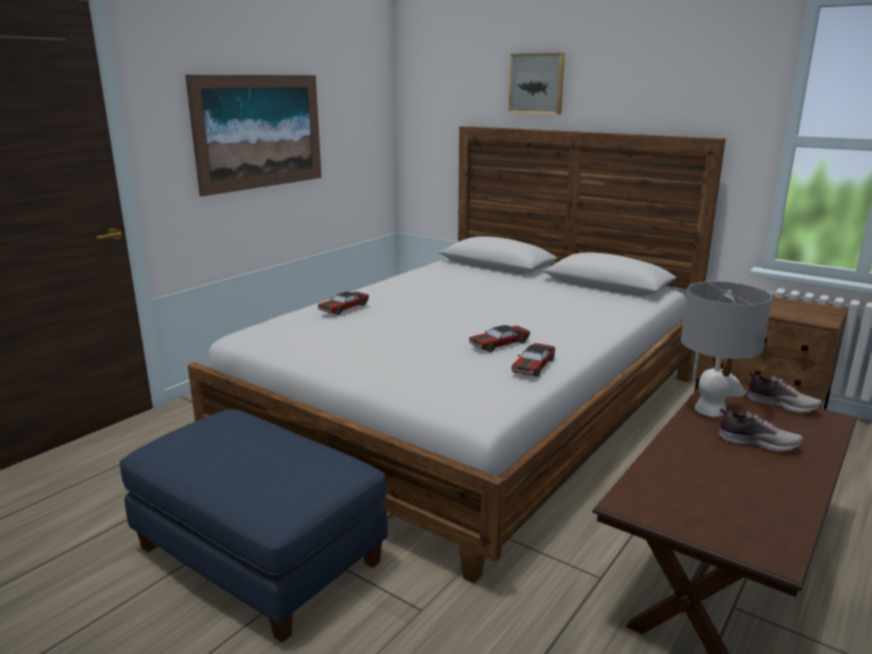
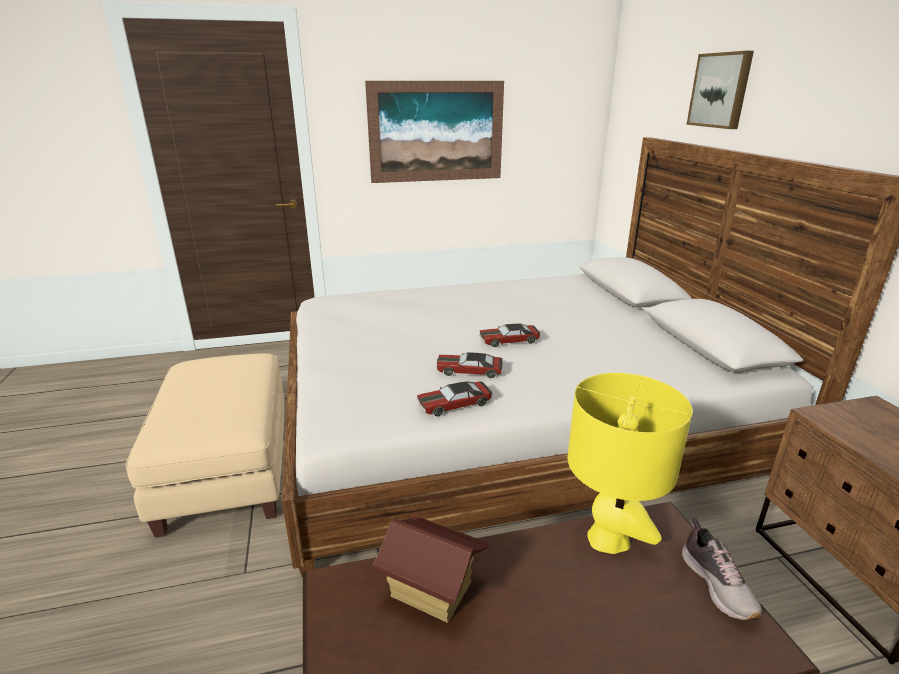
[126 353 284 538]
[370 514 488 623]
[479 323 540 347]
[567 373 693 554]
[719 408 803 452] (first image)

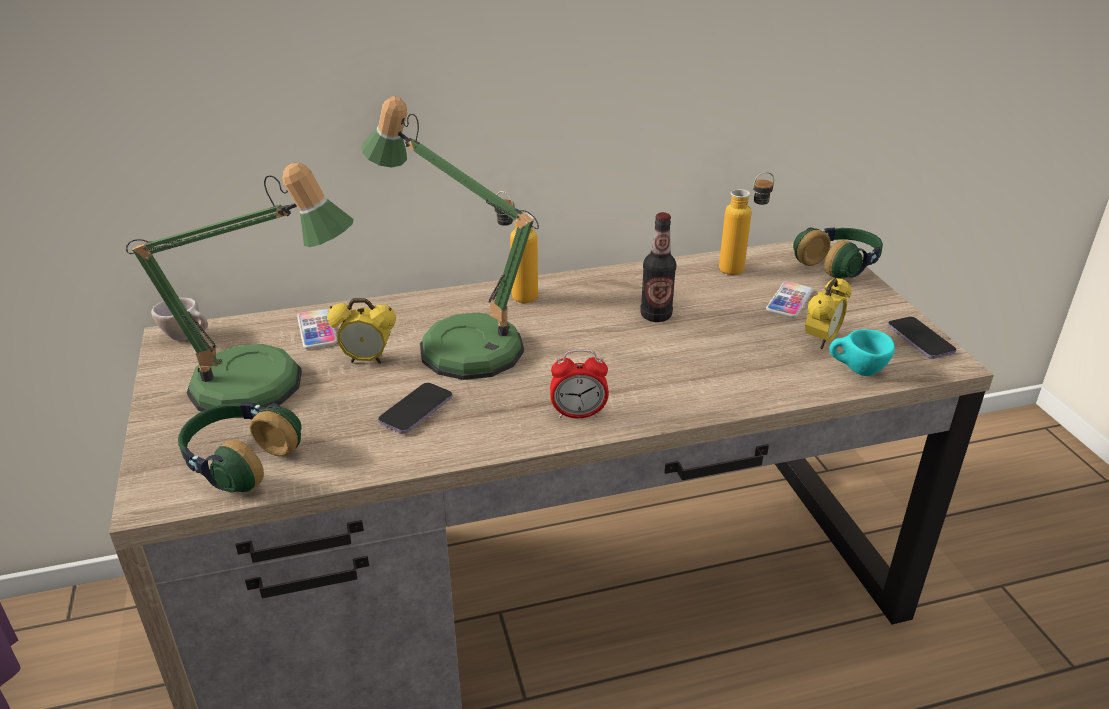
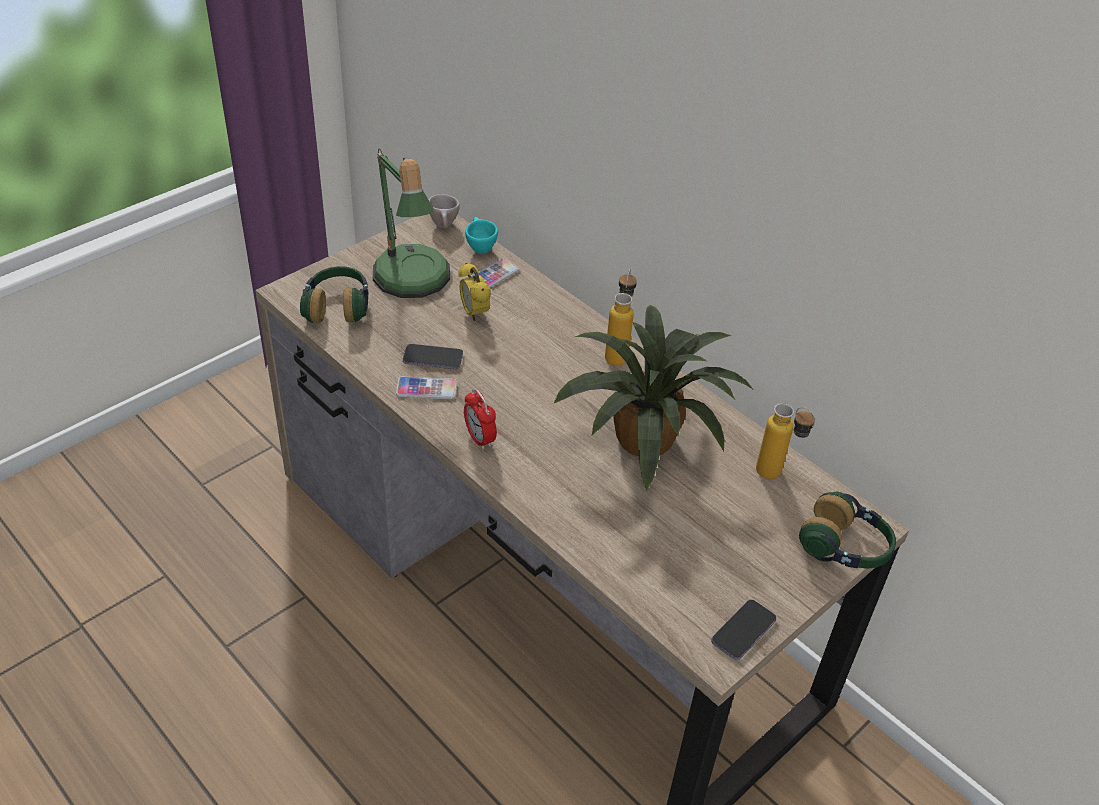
[396 376 457 399]
[465 217 498 254]
[553 305 754 491]
[362 96 539 380] (first image)
[805 278 852 349] (first image)

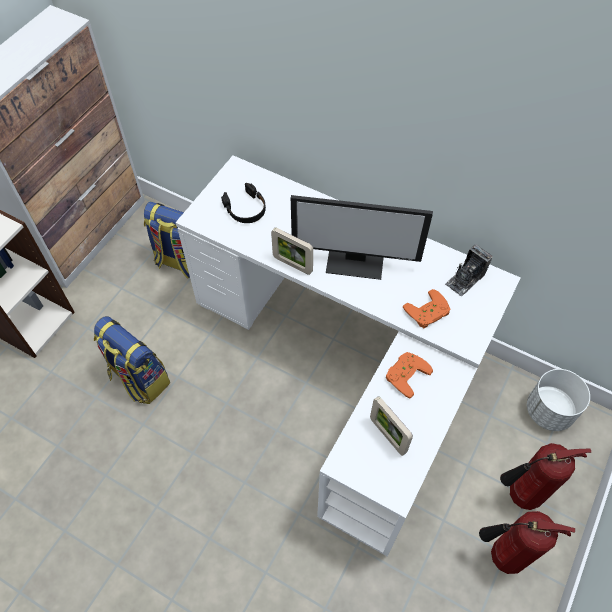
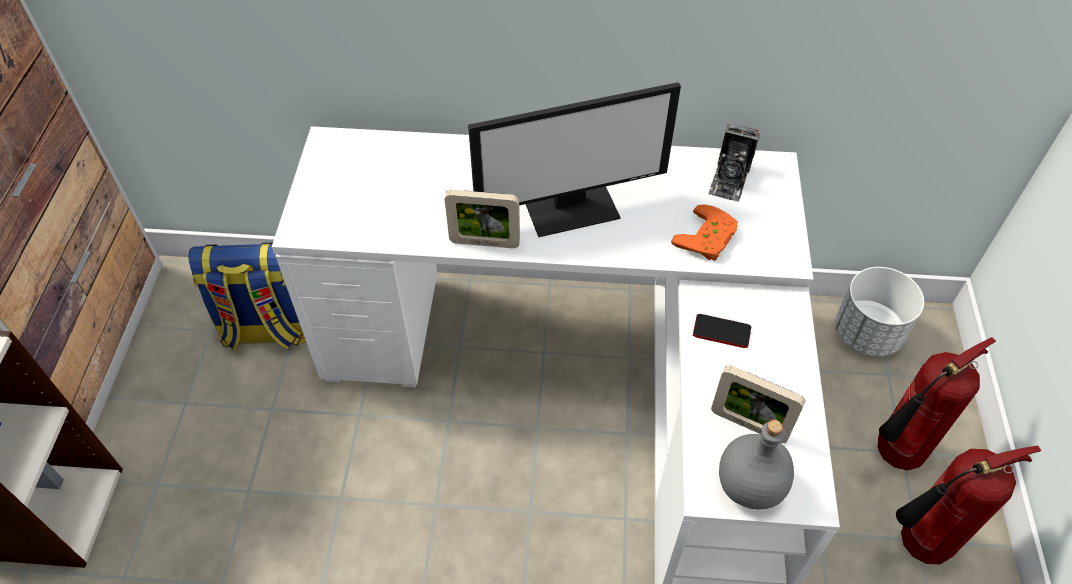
[693 314 751 348]
[719 420 794 509]
[94 316 170 404] (first image)
[221 183 266 223] (first image)

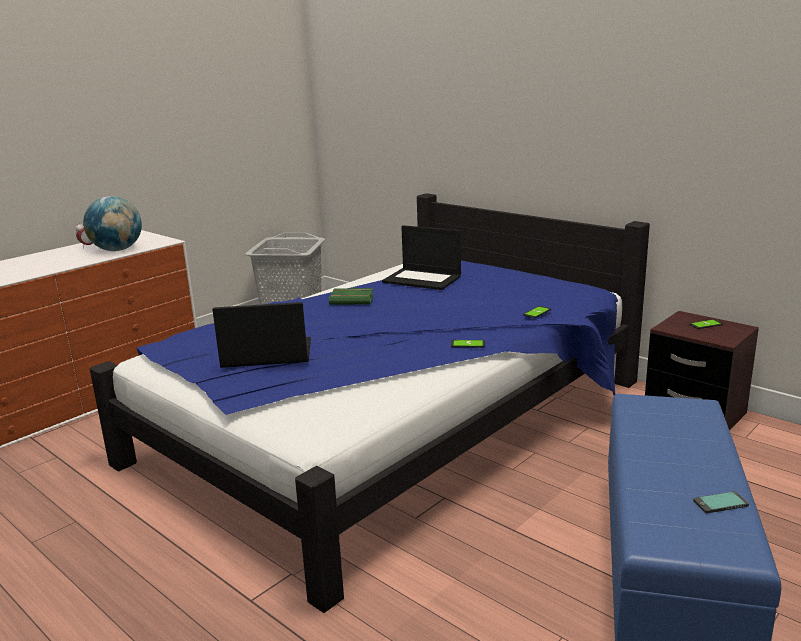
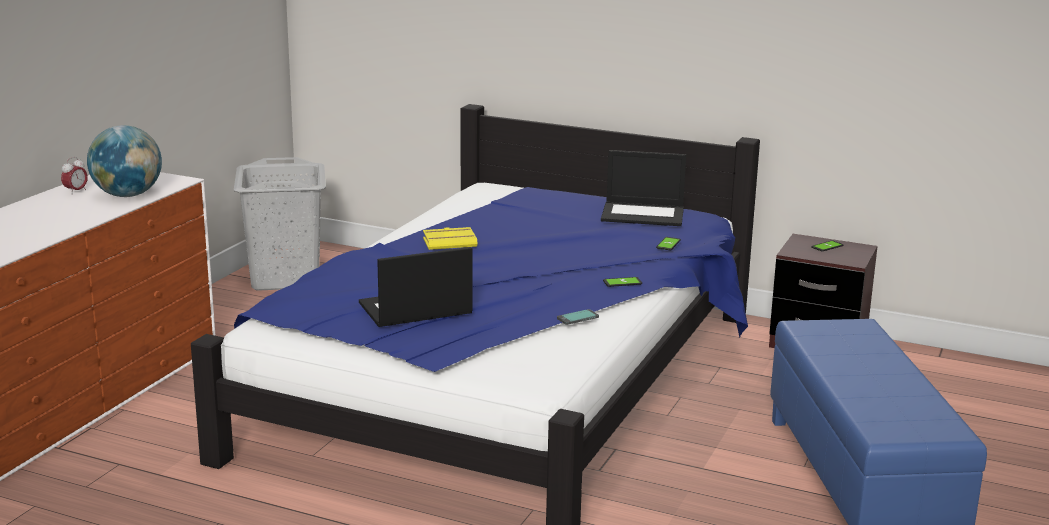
[423 227 477 250]
[557 309 599 325]
[601 150 686 226]

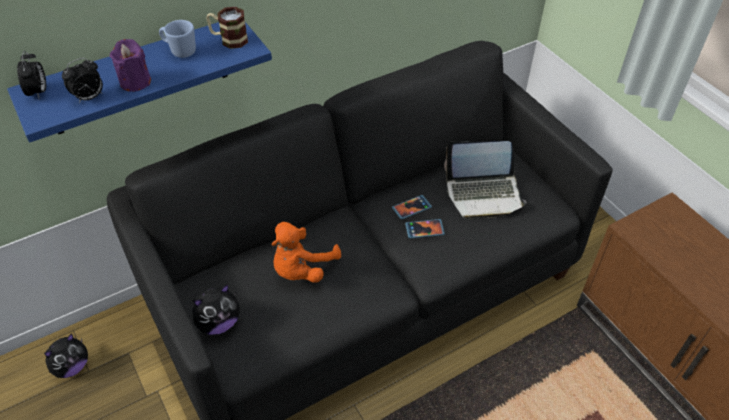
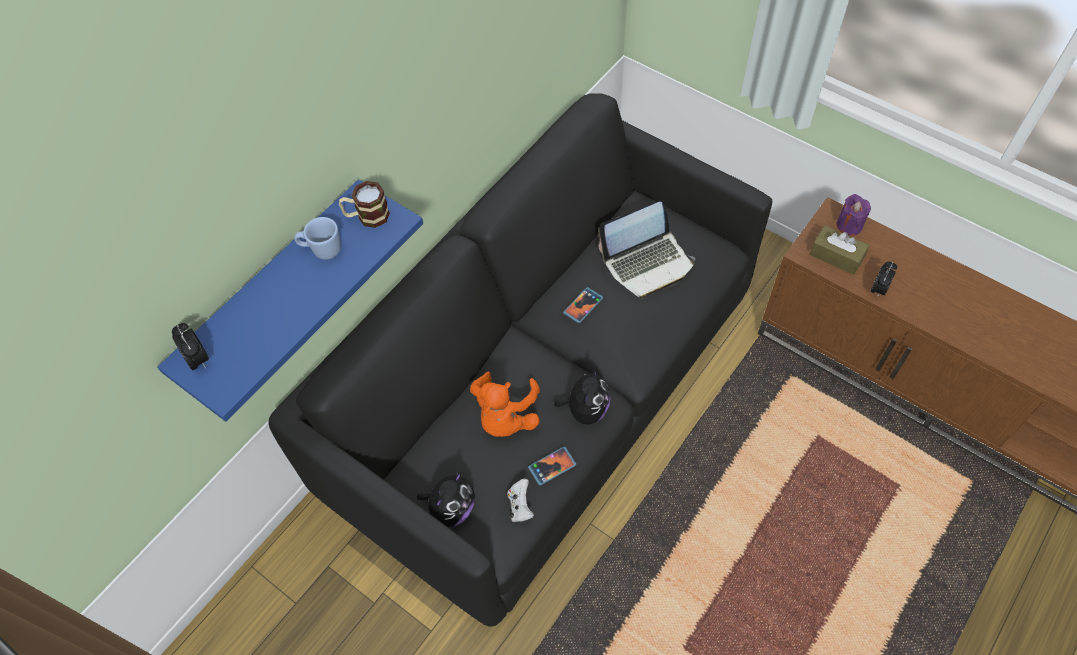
[507 479 534 522]
[528 446 577 486]
[554 367 611 424]
[810 225 869 275]
[837 194 871 236]
[870 262 897 297]

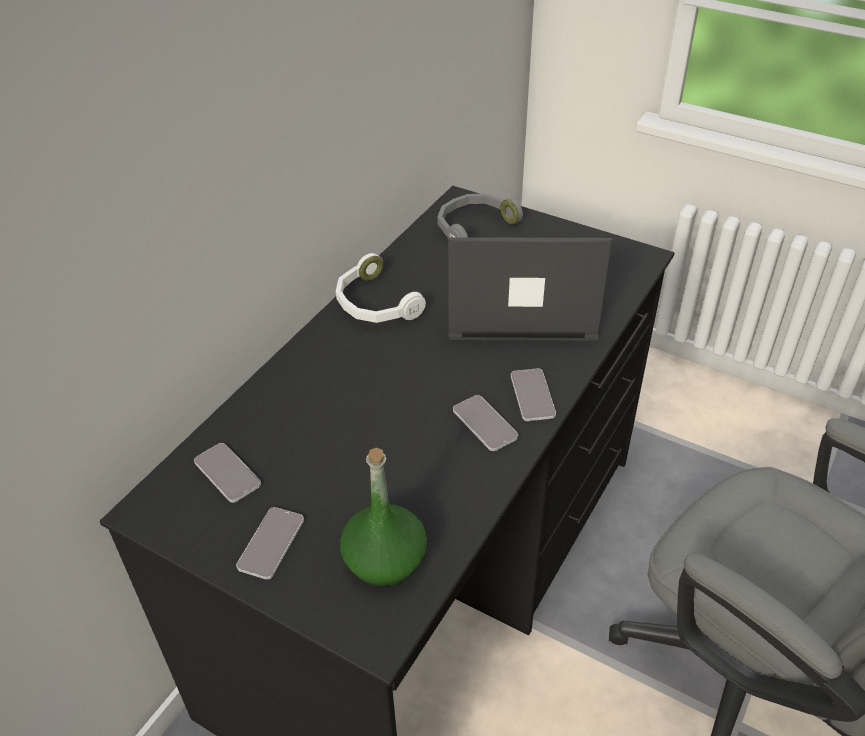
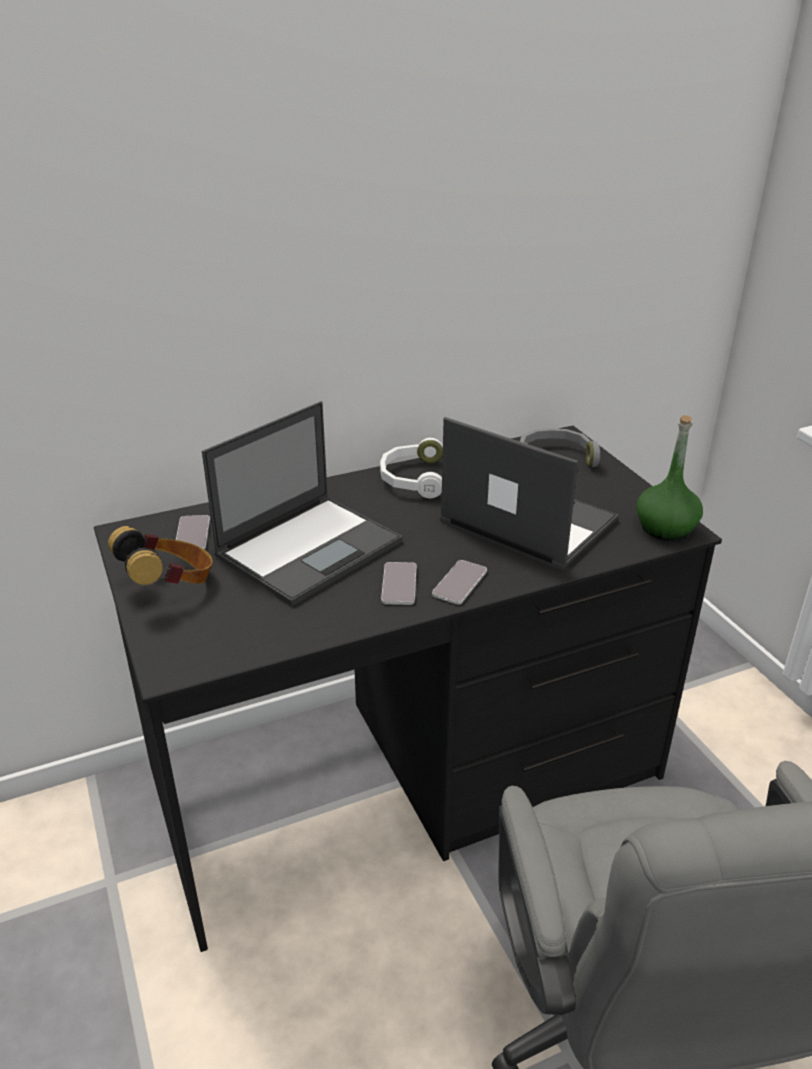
[108 526 213 586]
[202 401 402 606]
[636 415 703 541]

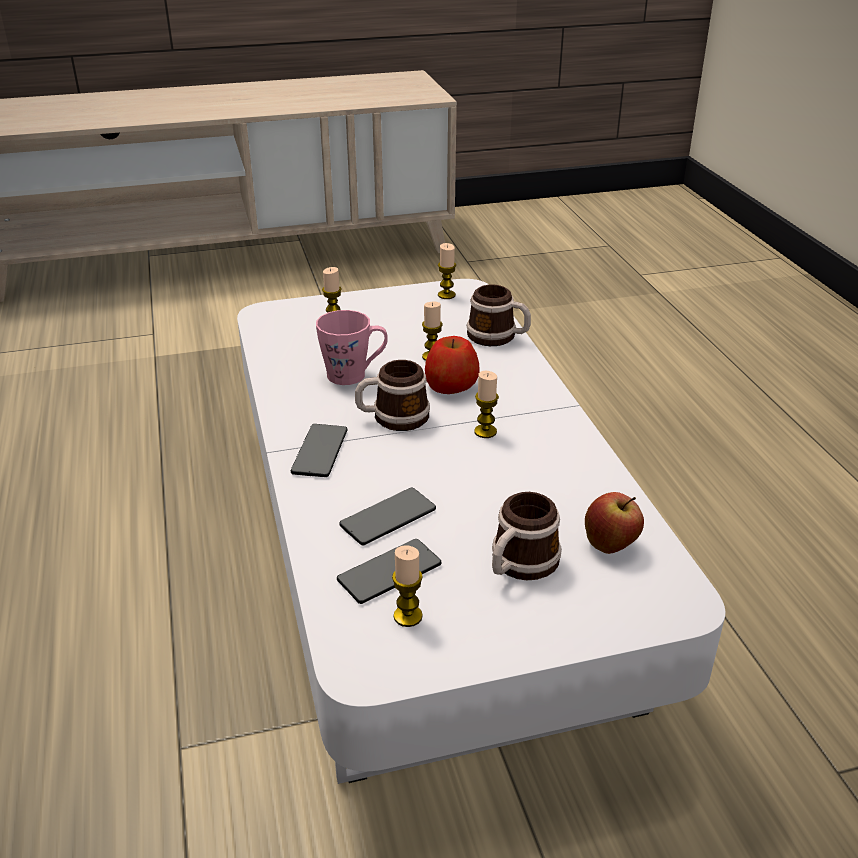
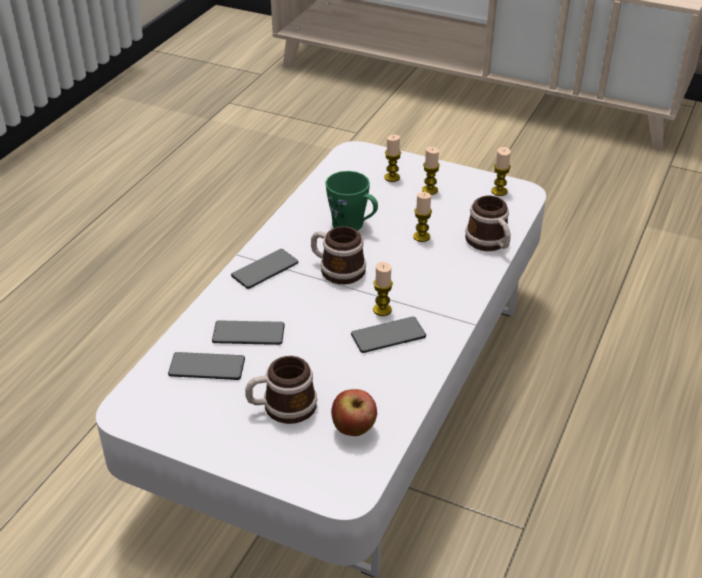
[325 171 378 231]
[351 317 426 353]
[422 147 440 195]
[425 336 480 394] (first image)

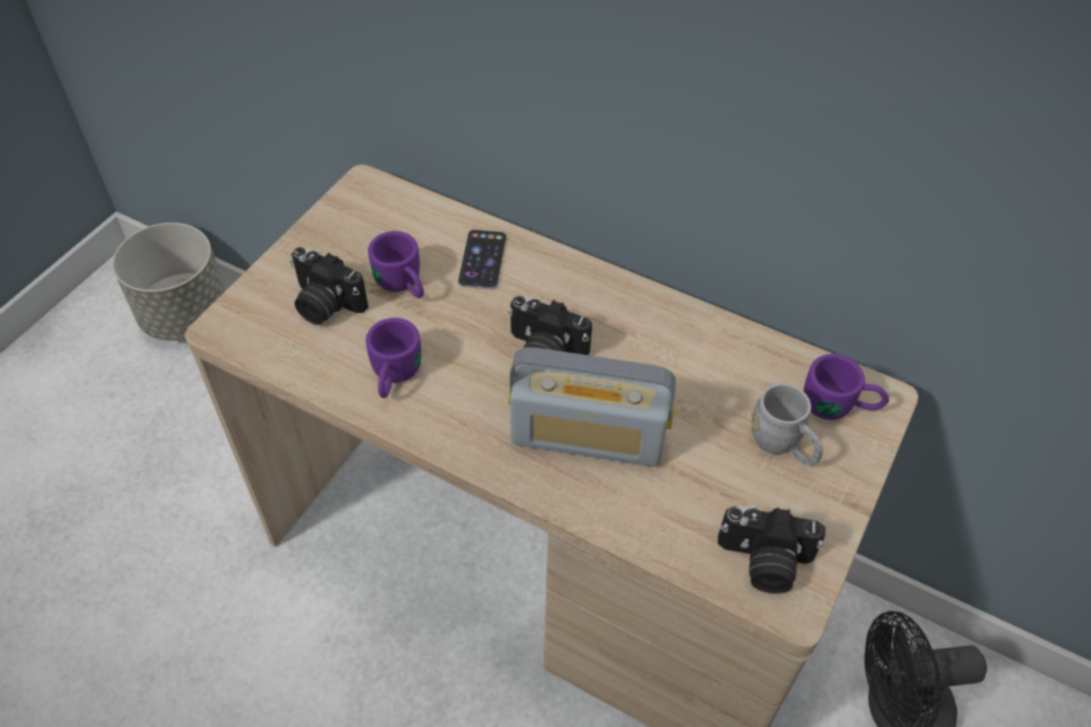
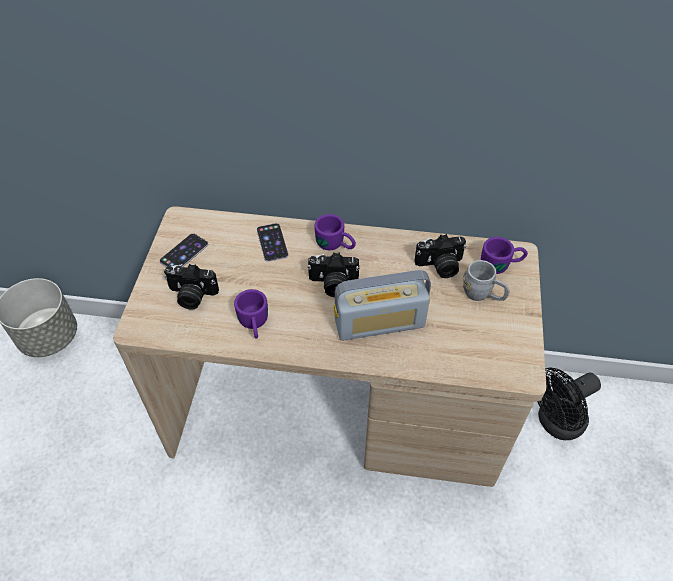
[159 233 208 267]
[314 214 356 250]
[414 234 466 278]

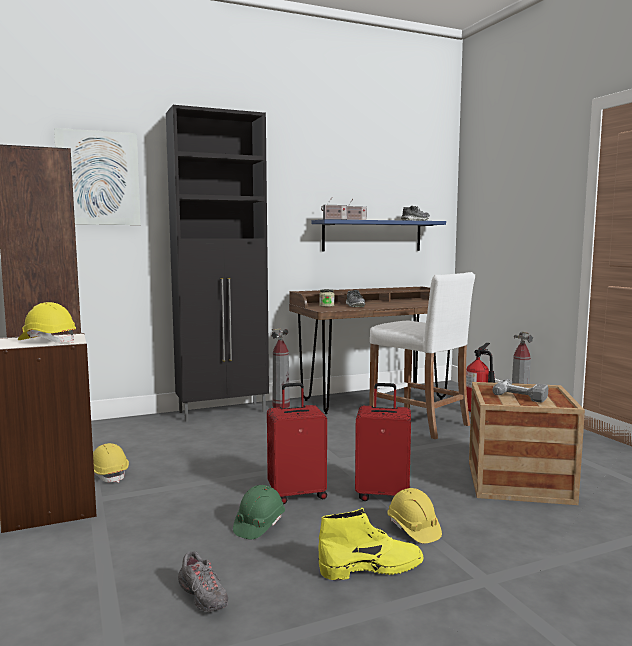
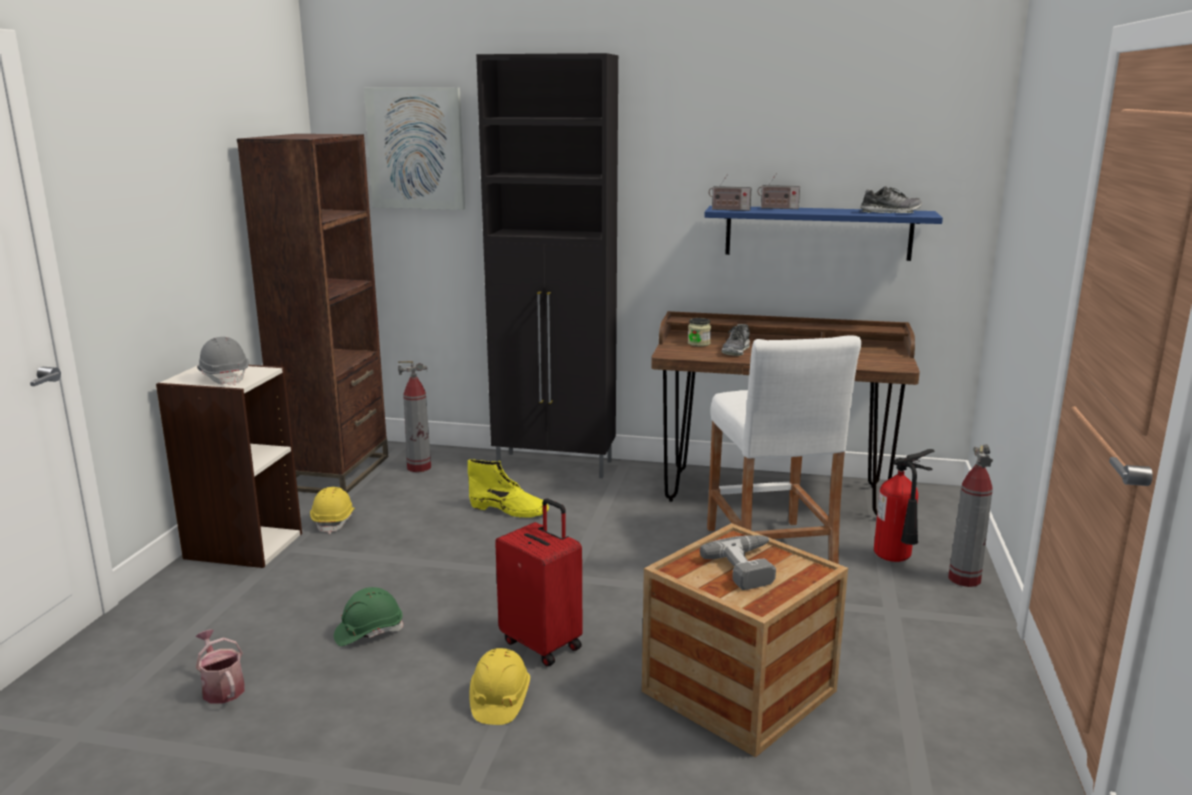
[196 629 245 704]
[197 337 249 385]
[398 361 431 472]
[468 459 549 518]
[267 383 327 504] (first image)

